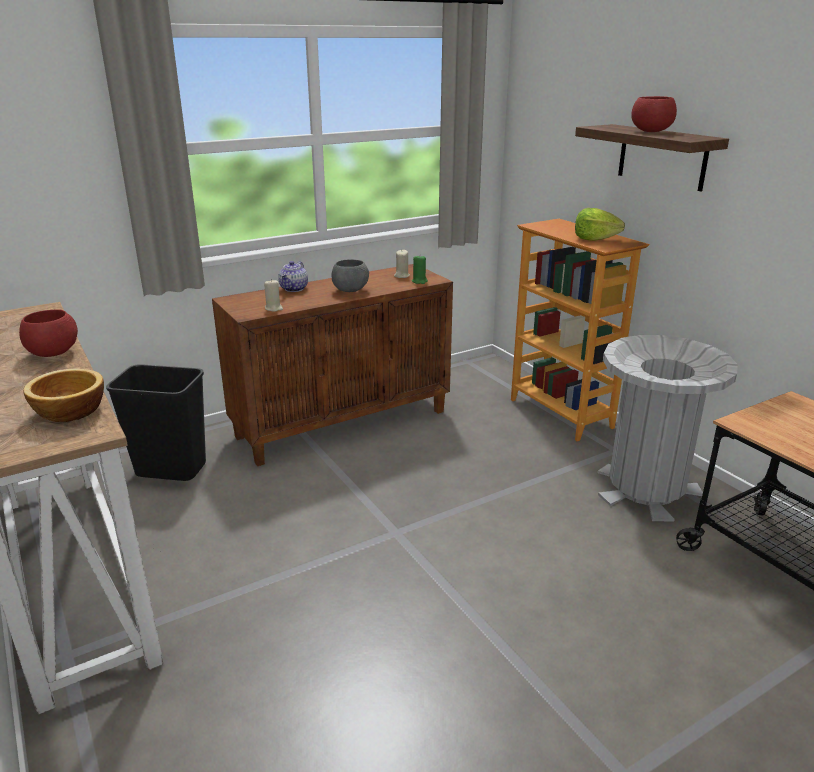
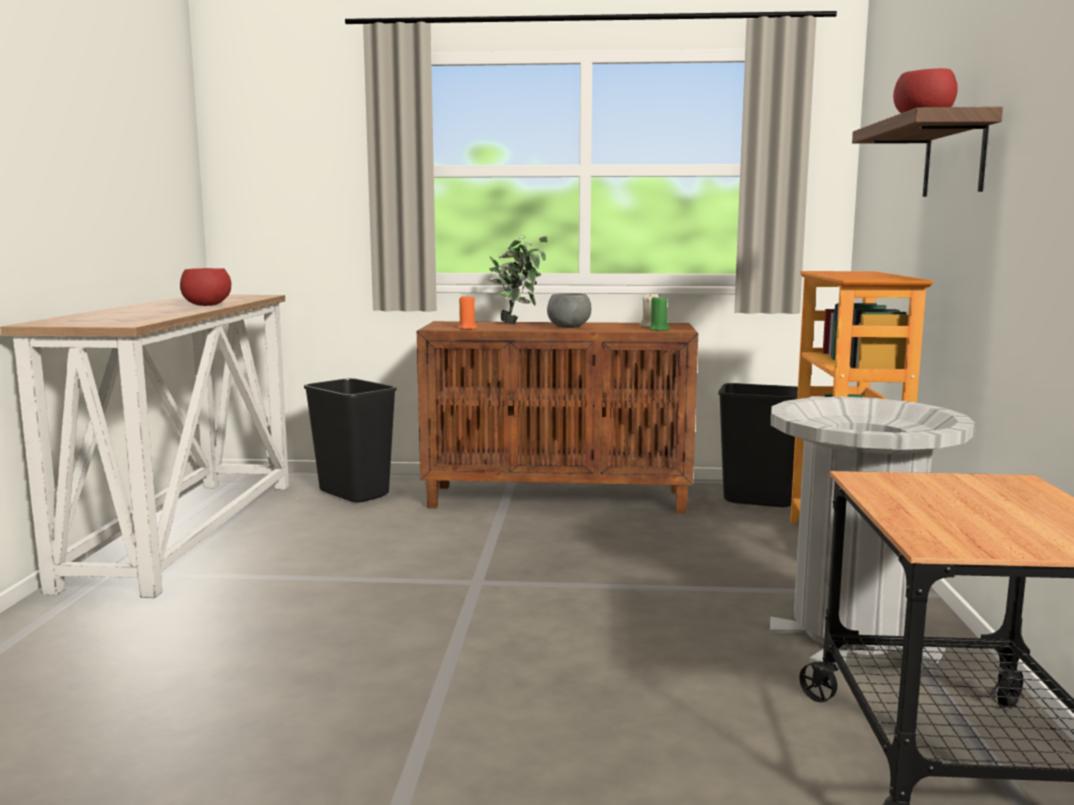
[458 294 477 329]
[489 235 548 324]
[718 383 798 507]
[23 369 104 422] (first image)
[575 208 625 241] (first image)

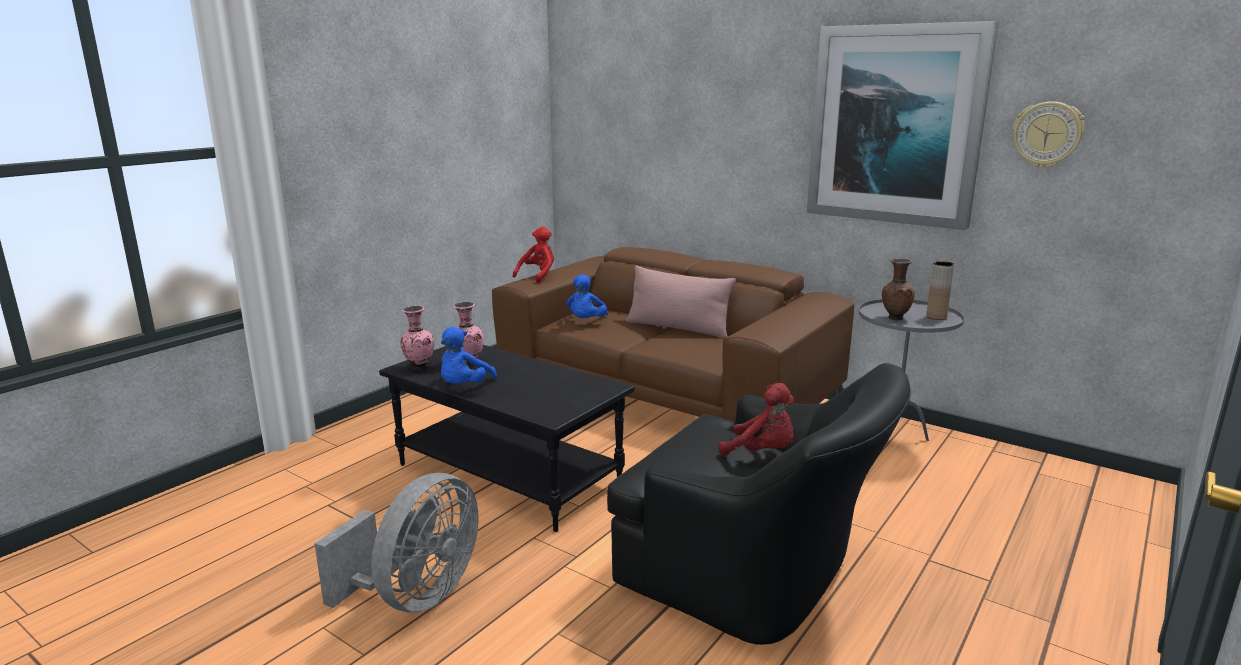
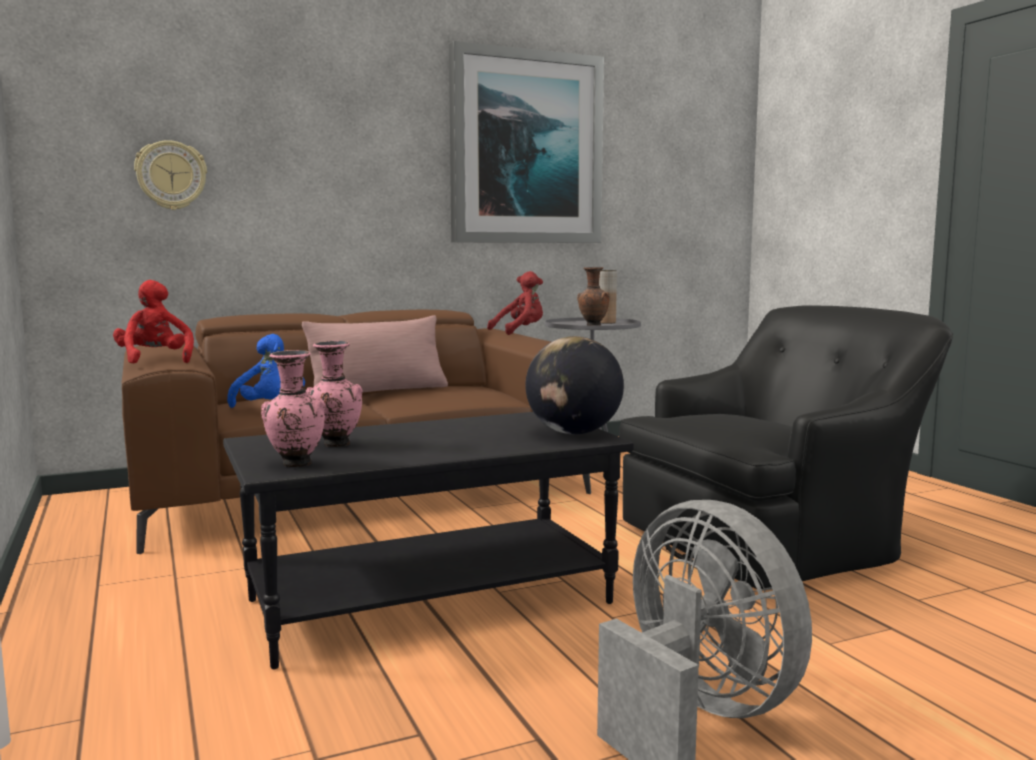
[134 140 207 210]
[487 271 543 335]
[525 336 624 434]
[441 327 497 384] (first image)

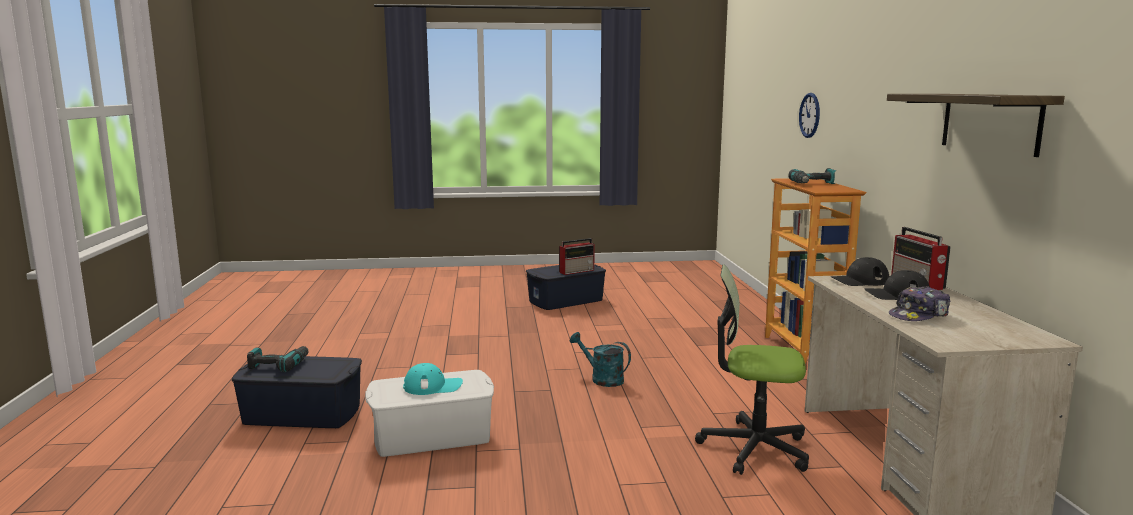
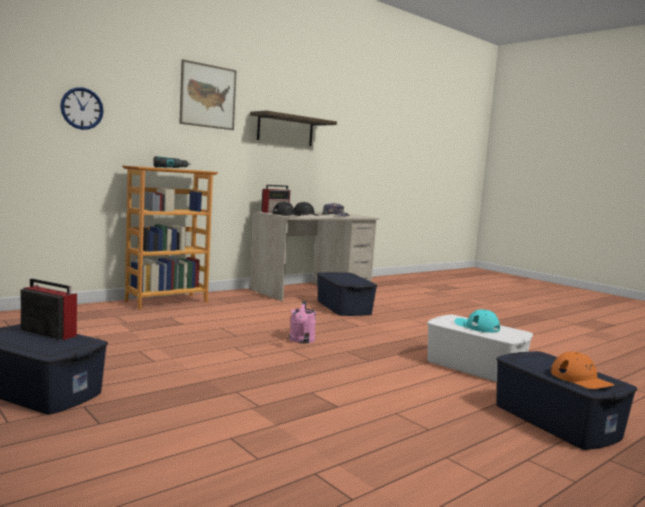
[179 59 237 130]
[289 301 316 343]
[317 272 377 316]
[551 352 615 389]

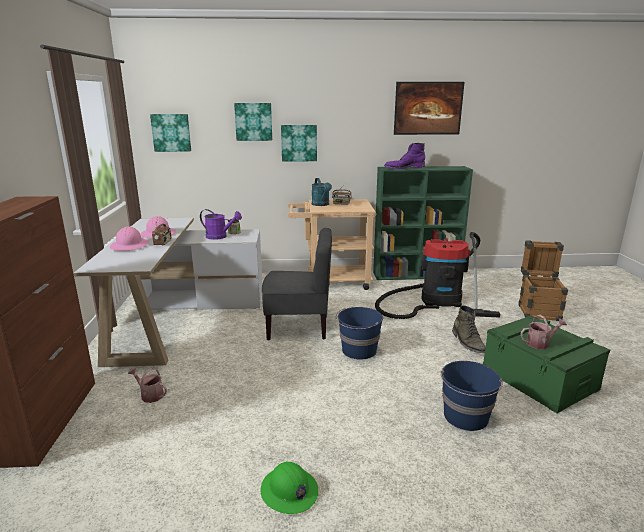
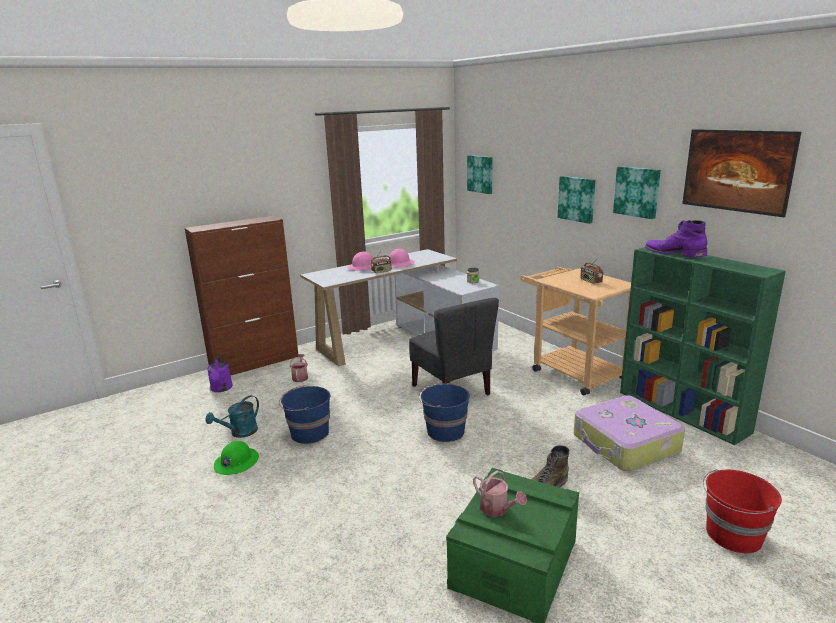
[206 395 259 438]
[207 356 233 392]
[279 385 330 444]
[574 395 685 471]
[613 166 661 219]
[703 469 782 553]

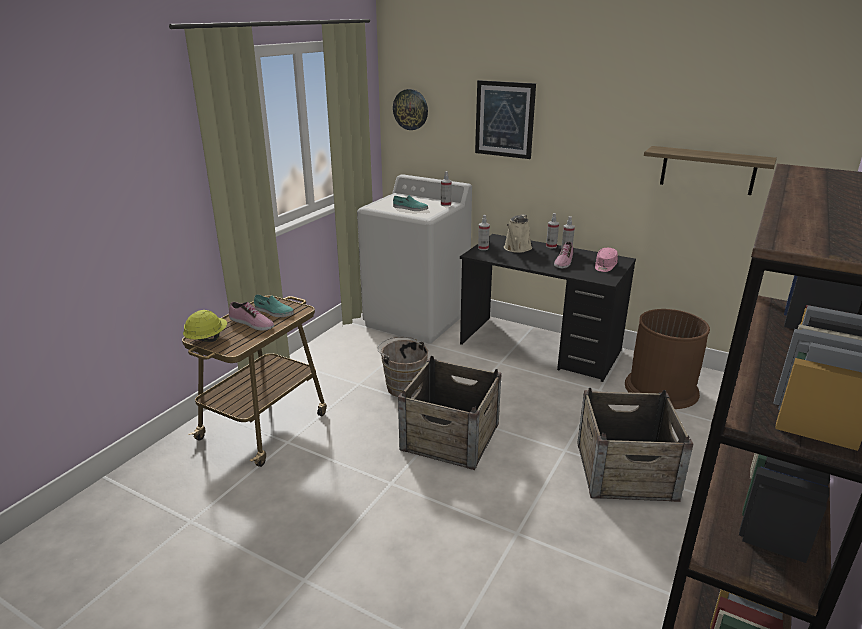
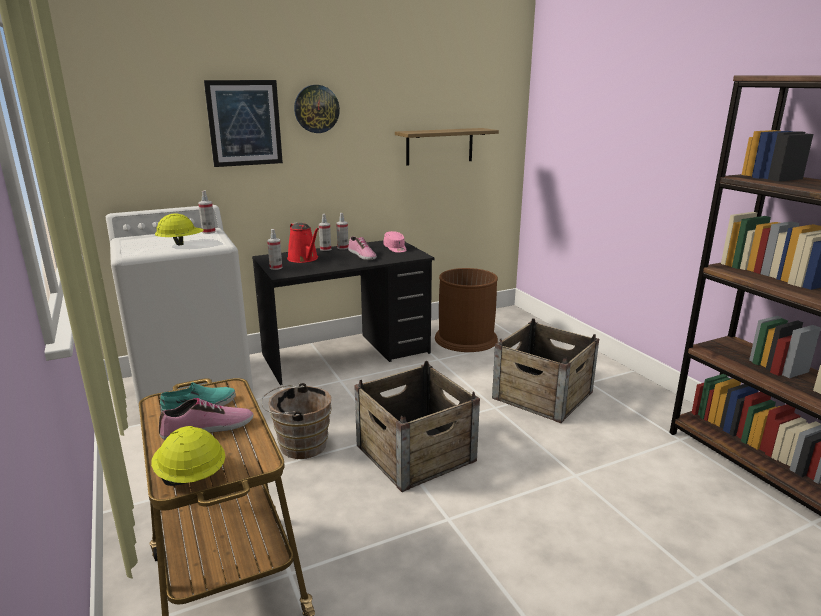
[155 213 204 246]
[287 222 319 263]
[294 85 340 133]

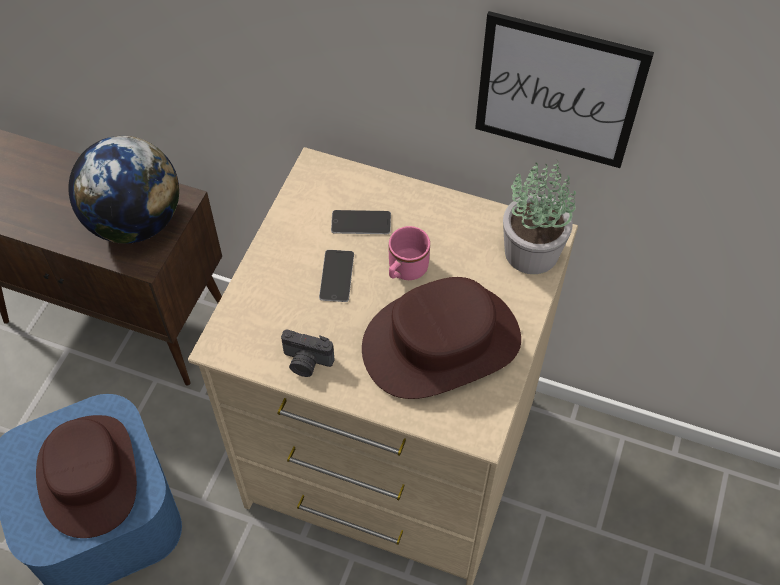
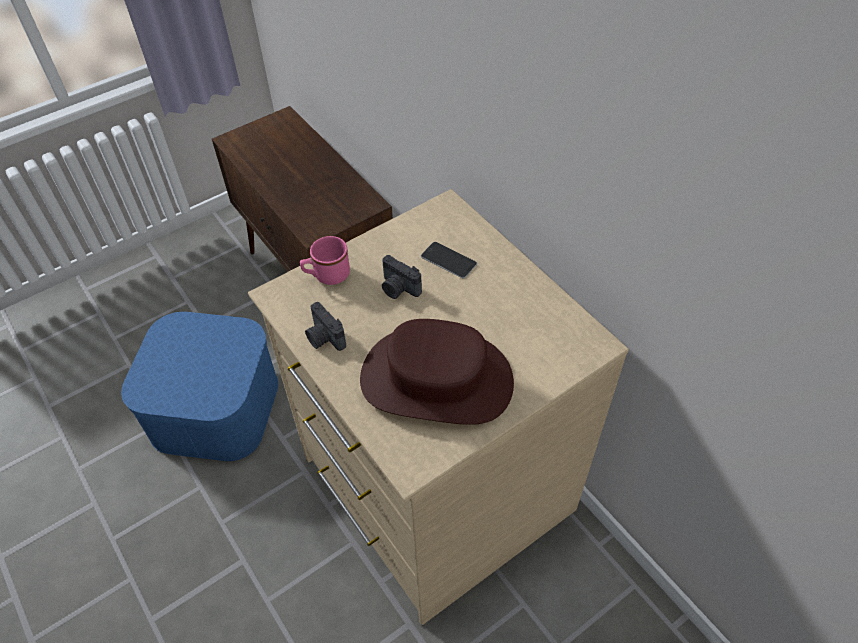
[300 236 350 285]
[382 255 422 299]
[36 415 137 538] (first image)
[68 136 179 244] (first image)
[475 11 654 168] (first image)
[503 160 576 274] (first image)

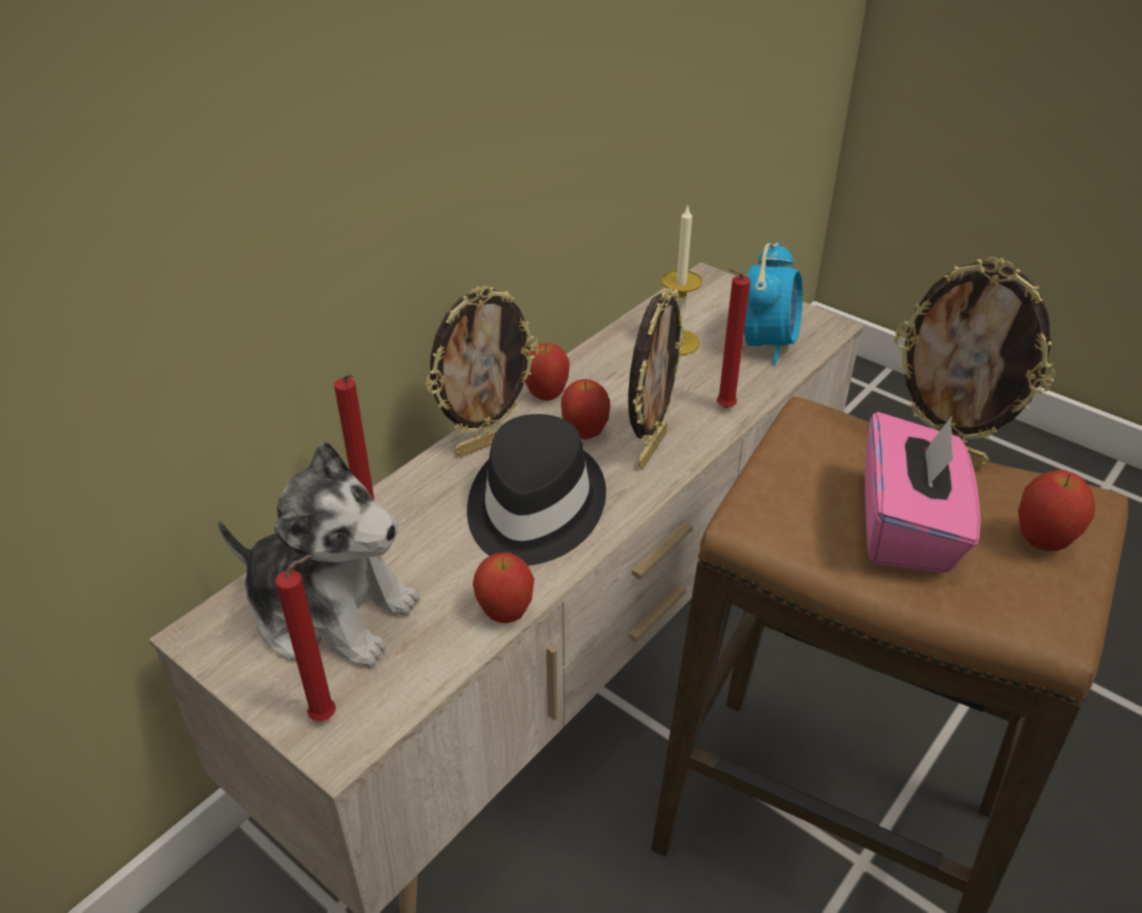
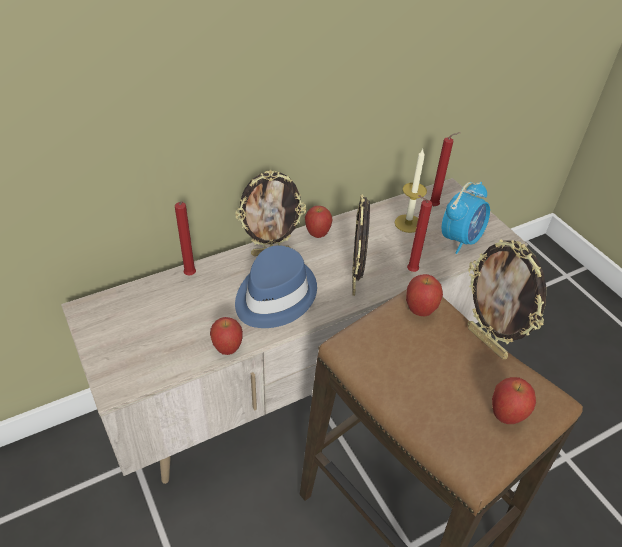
[235 245 317 328]
[352 194 370 296]
[406 274 443 316]
[430 132 461 206]
[218 441 419 668] (first image)
[865 412 981 573] (first image)

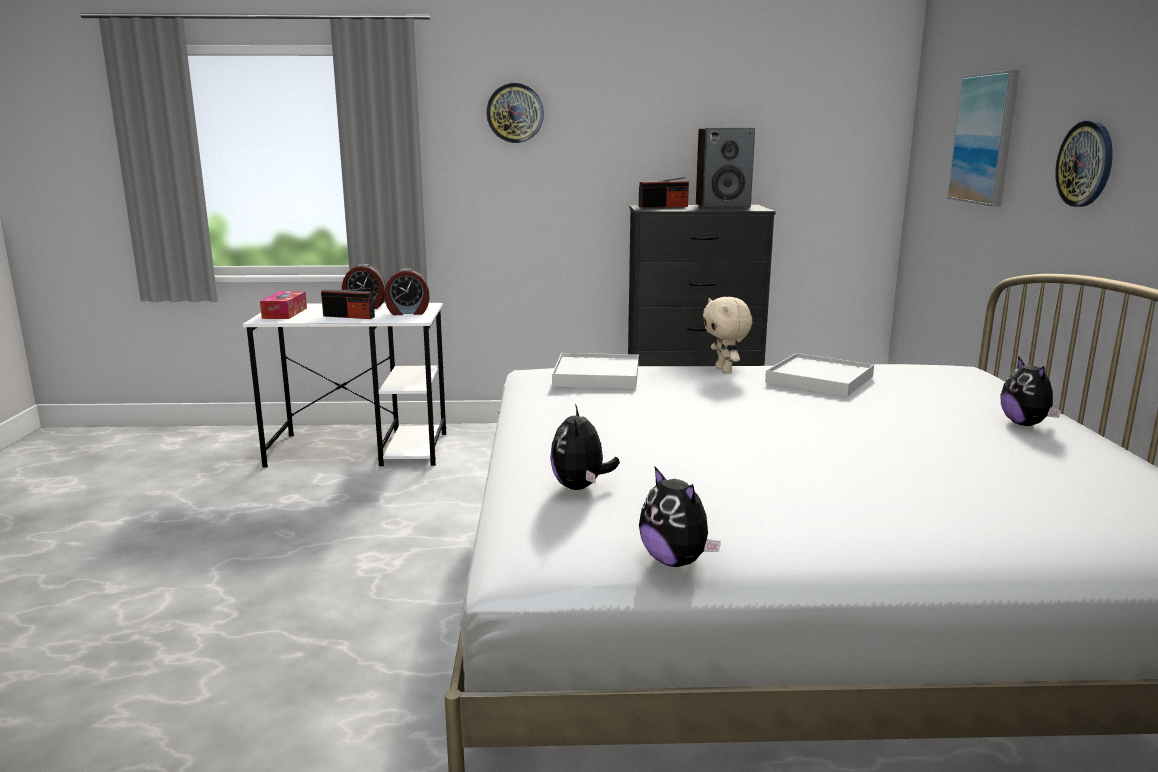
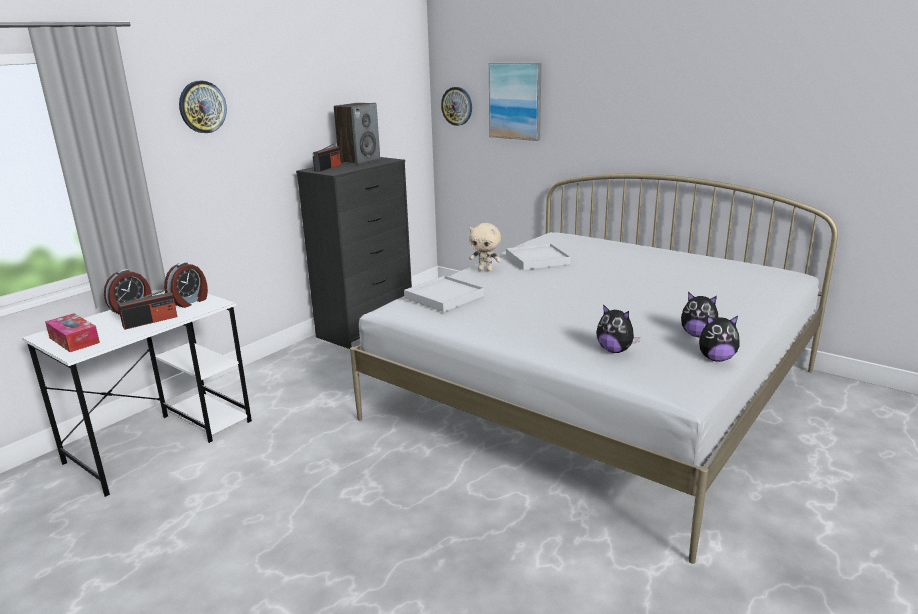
[441 87 472 126]
[681 292 718 337]

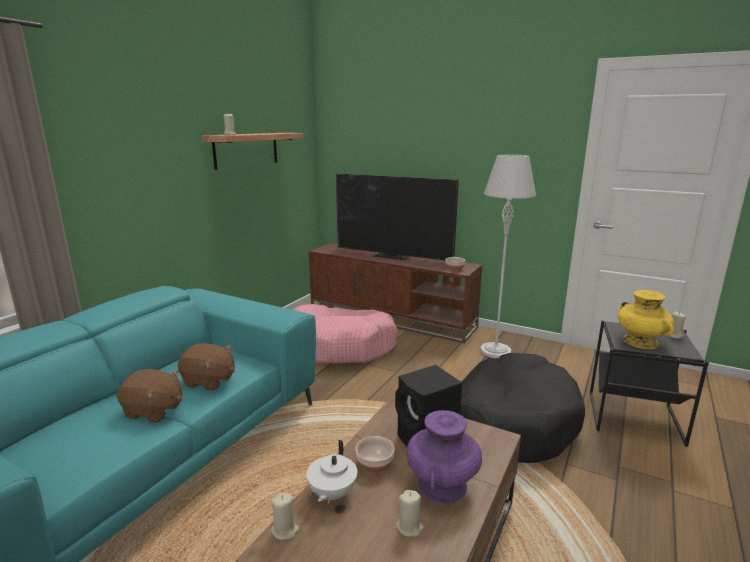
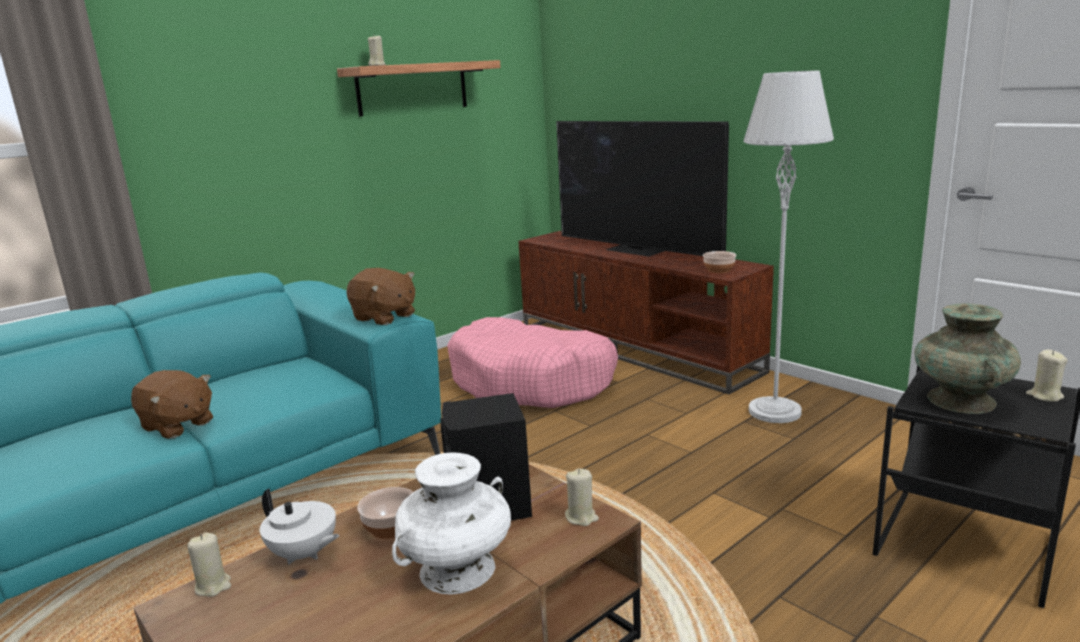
[260 488 339 564]
[346 268 415 325]
[392 452 511 595]
[565 468 599 526]
[914 303 1021 414]
[460 353 585 463] (first image)

